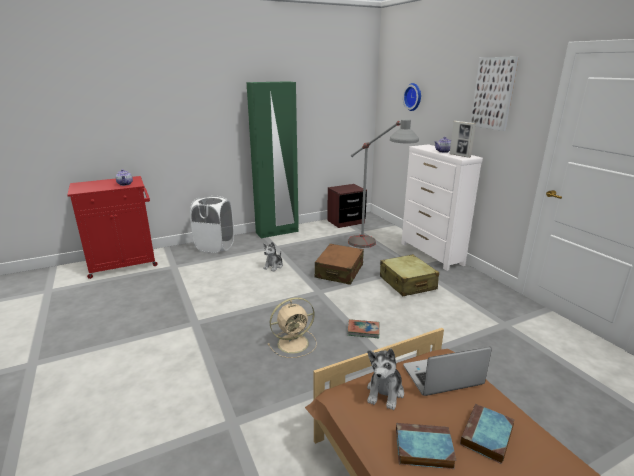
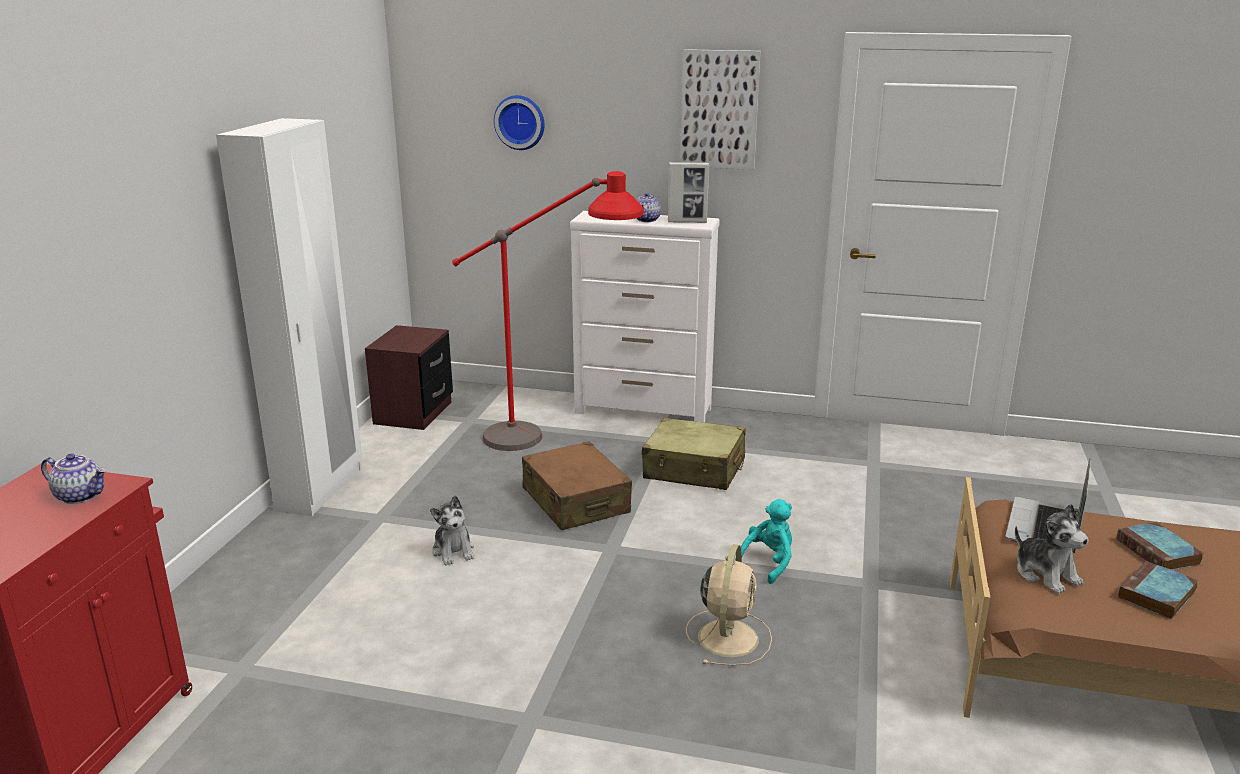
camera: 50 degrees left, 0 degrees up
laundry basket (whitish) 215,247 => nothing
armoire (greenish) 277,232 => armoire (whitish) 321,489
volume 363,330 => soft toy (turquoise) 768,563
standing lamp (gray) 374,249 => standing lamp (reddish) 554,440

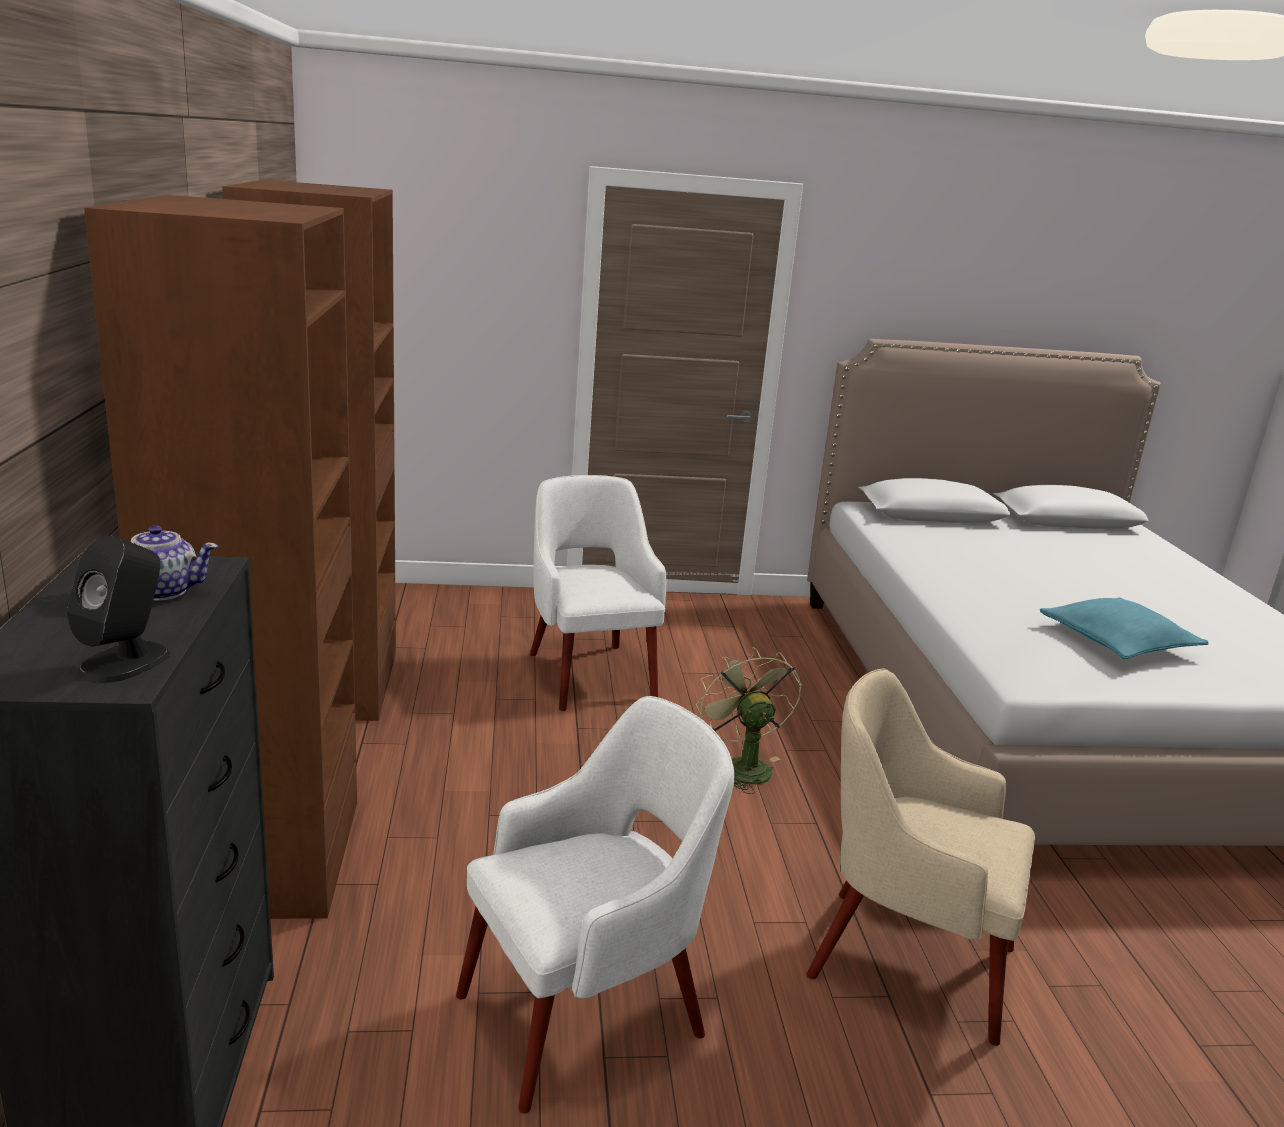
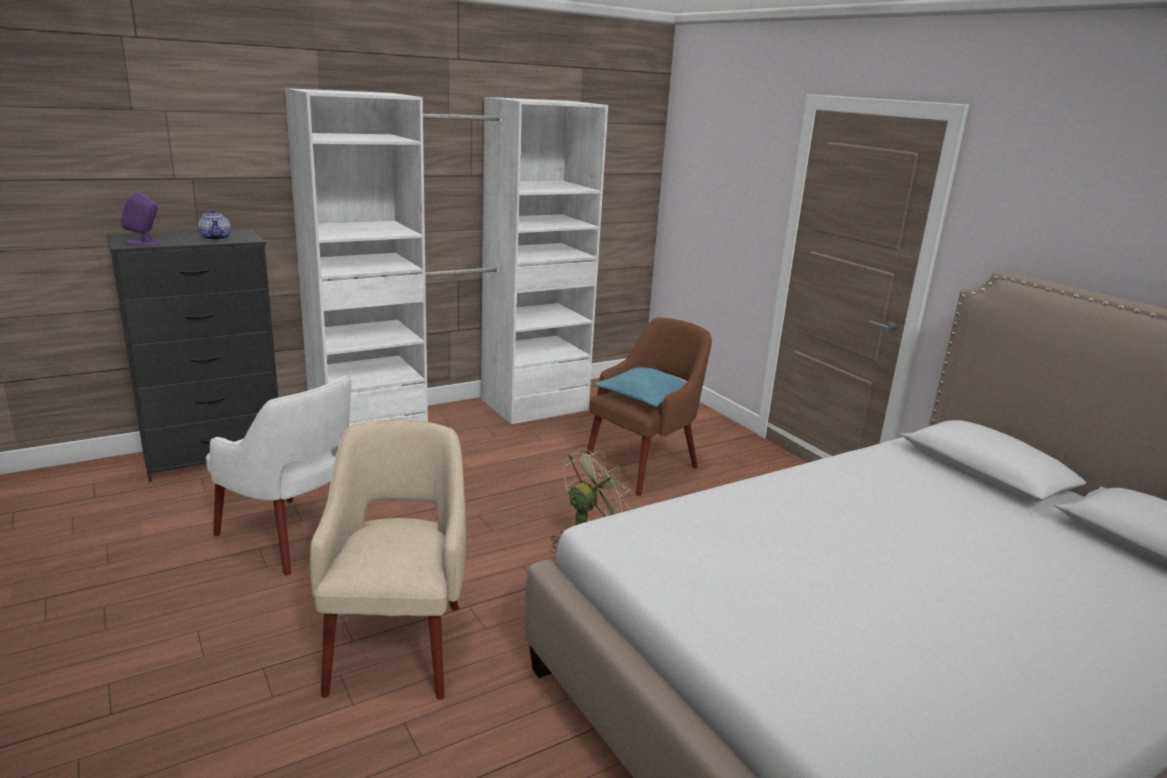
camera: 65 degrees right, 0 degrees up
loudspeaker (blackish) 126,662 => loudspeaker (purplish) 144,243
armoire (brownish) 303,757 => armoire (whitish) 457,417
lounge chair (whitish) 590,674 => lounge chair (brownish) 644,466
throw pillow (turquoise) 1117,642 => throw pillow (turquoise) 644,396, moved

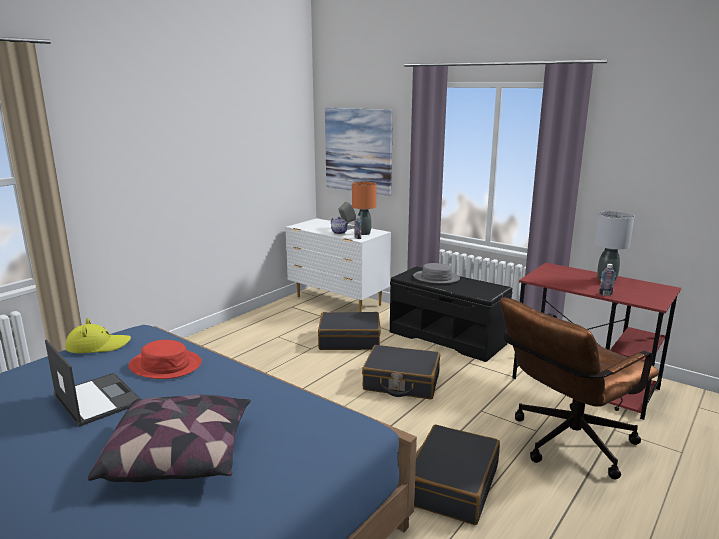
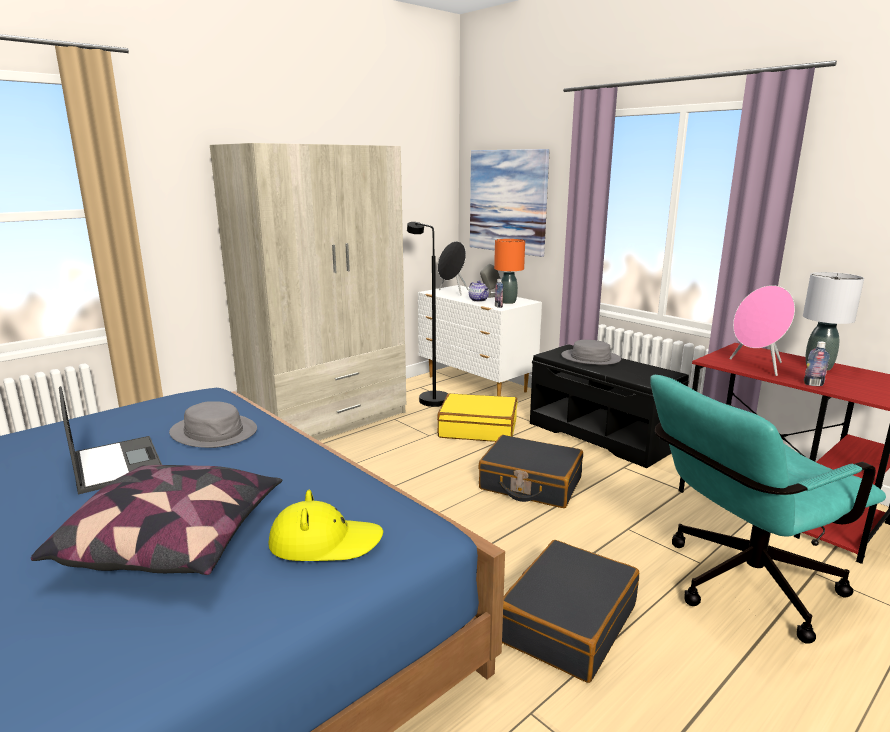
camera: 10 degrees right, 0 degrees up
wearable hat (yellowish) 98,345 => wearable hat (yellowish) 325,542, moved
wearable hat (reddish) 165,365 => wearable hat (gray) 214,432
travel case (blackish) 349,340 => travel case (yellowish) 478,429
desk chair (brownish) 565,444 => desk chair (turquoise) 738,586
nothing => armoire (beige) 327,420
nothing => standing lamp (blackish) 429,398
nothing => loudspeaker (blackish) 453,292
nothing => loudspeaker (pink-coloured) 757,366

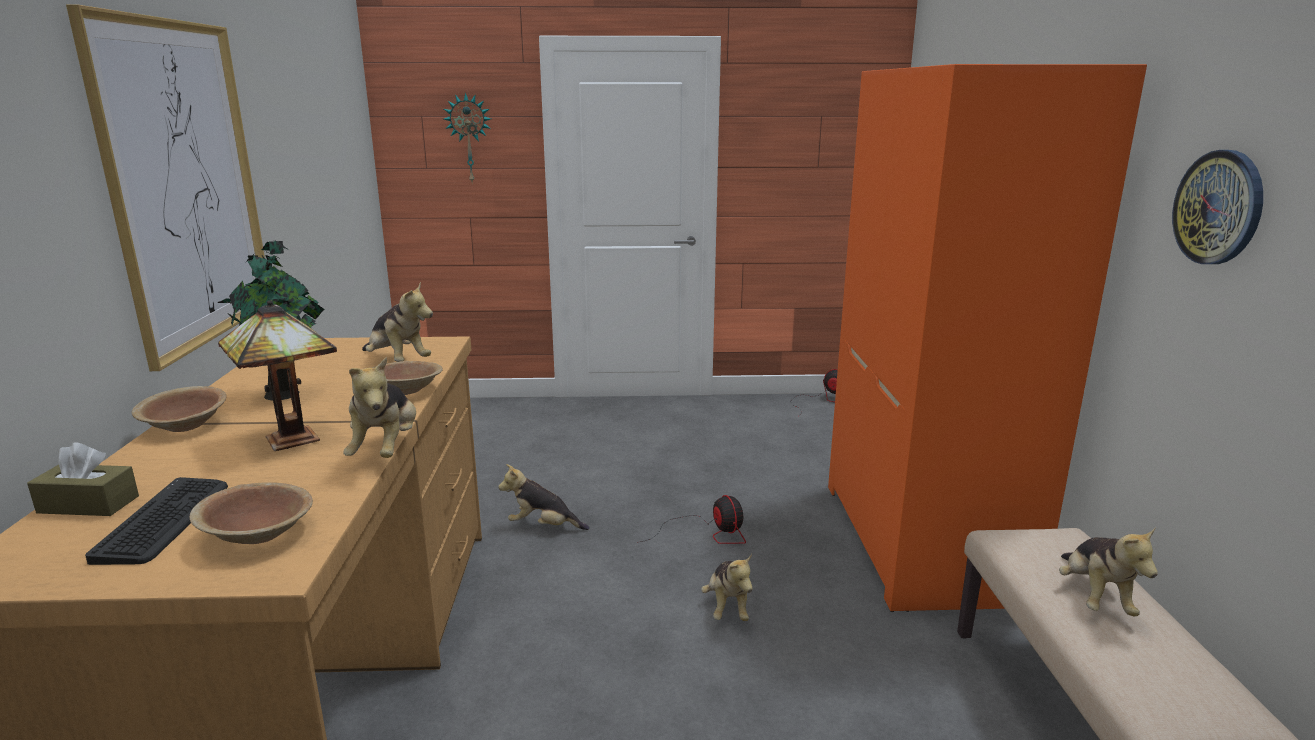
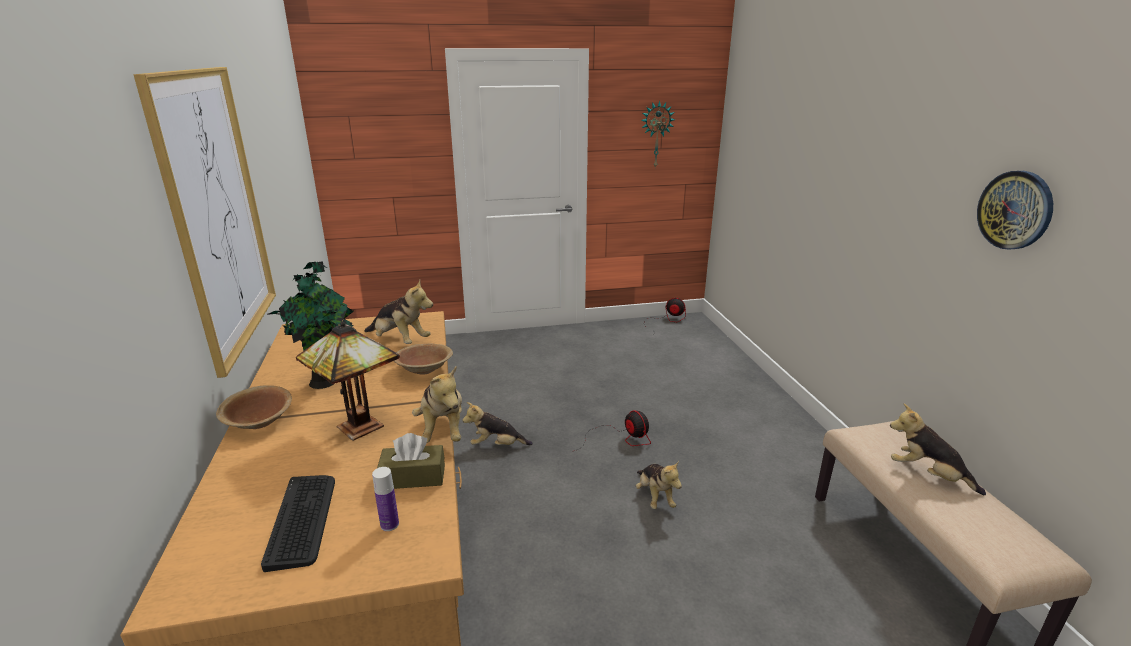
camera: 10 degrees left, 5 degrees up
tissue box (brownish) 88,504 => tissue box (brownish) 413,477, moved
bowl (brownish) 258,535 => beverage bottle 389,524
hanging clock 469,139 => hanging clock 656,134, moved
armoire (orange) 923,542 => nothing
soft toy 1094,597 => soft toy 928,475, 135 degrees clockwise

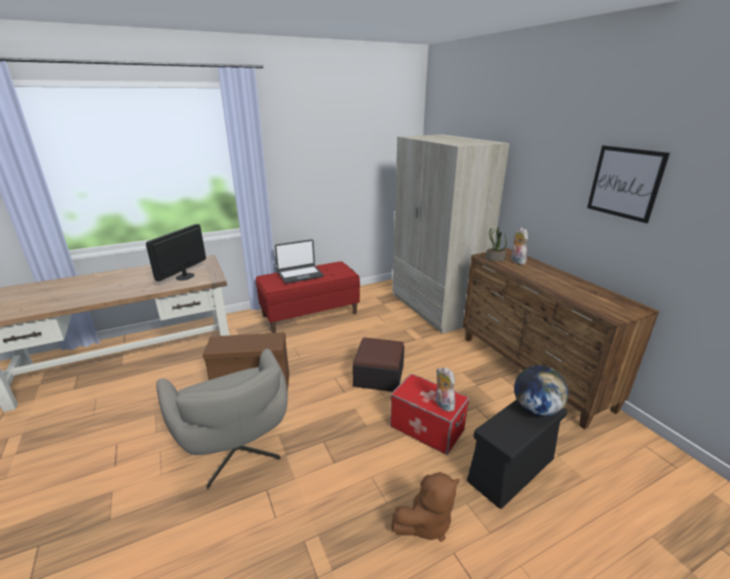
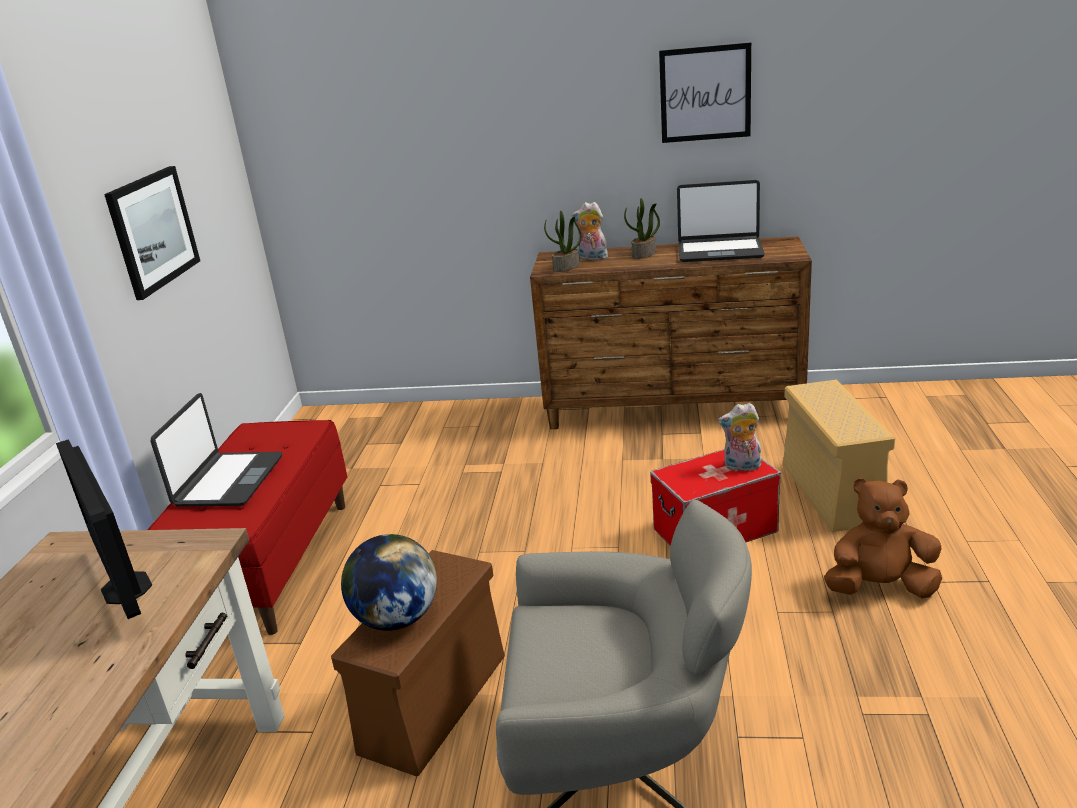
camera: 55 degrees left, 0 degrees up
footrest 379,376 => nothing
soft toy (brownish) 426,522 => soft toy (brownish) 880,587, 90 degrees counterclockwise
armoire (beige) 434,308 => nothing
storage box (blackish) 510,470 => storage box (beige) 833,494
desk globe 536,409 => desk globe 396,619, moved
nothing => picture 153,230
nothing => houseplant 644,254
nothing => laptop 720,251

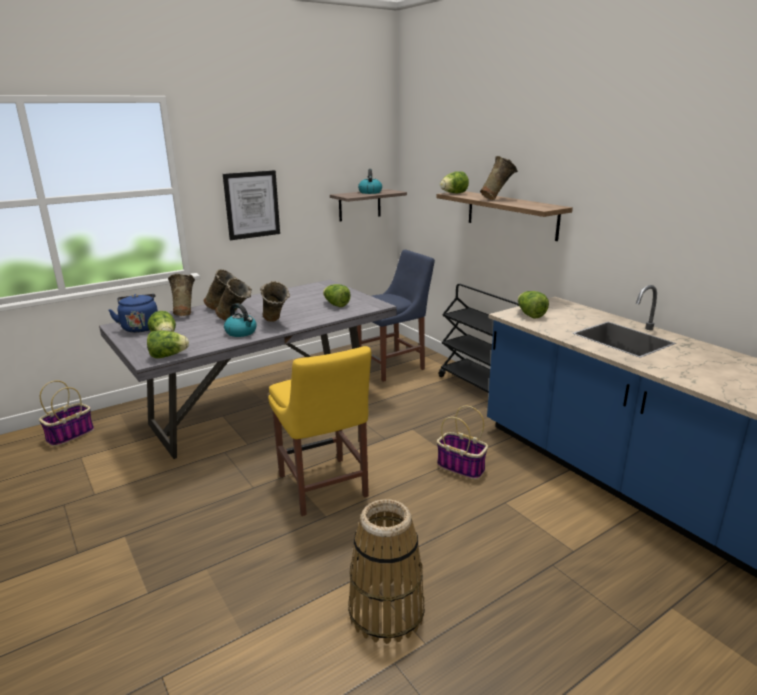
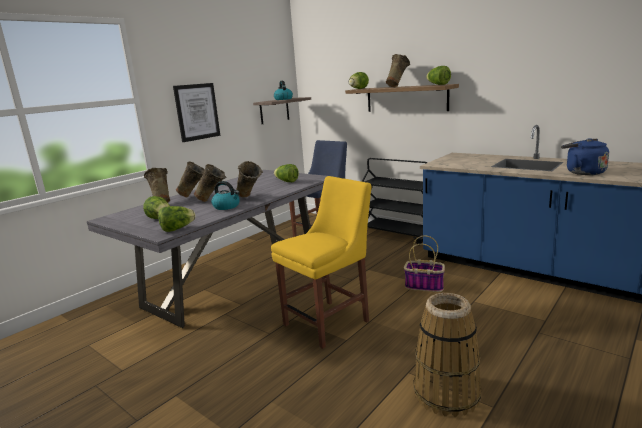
camera: 15 degrees left, 5 degrees down
basket 70,435 => nothing
tea kettle (blue-coloured) 140,327 => tea kettle (blue-coloured) 582,172, moved
plain chair (yellowish) 324,488 => plain chair (yellowish) 330,321, 90 degrees counterclockwise
lettuce head 530,315 => lettuce head 438,84, moved

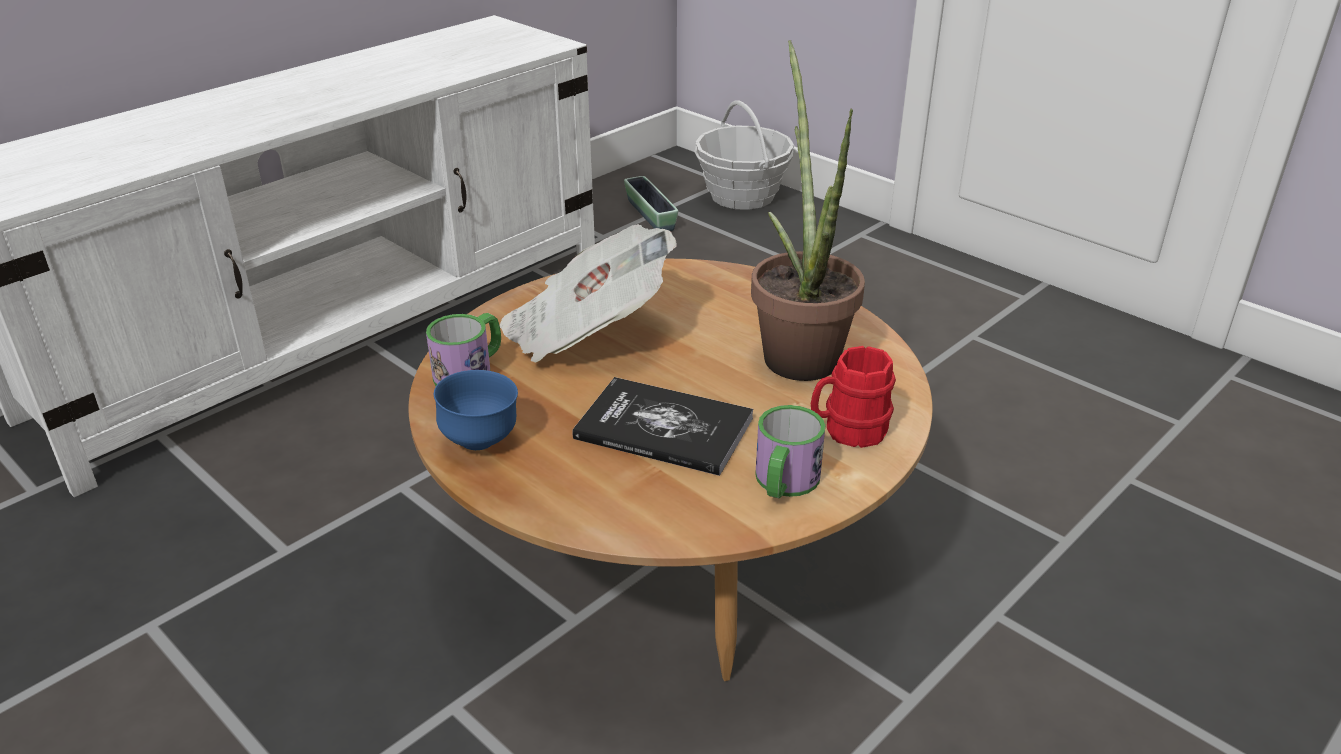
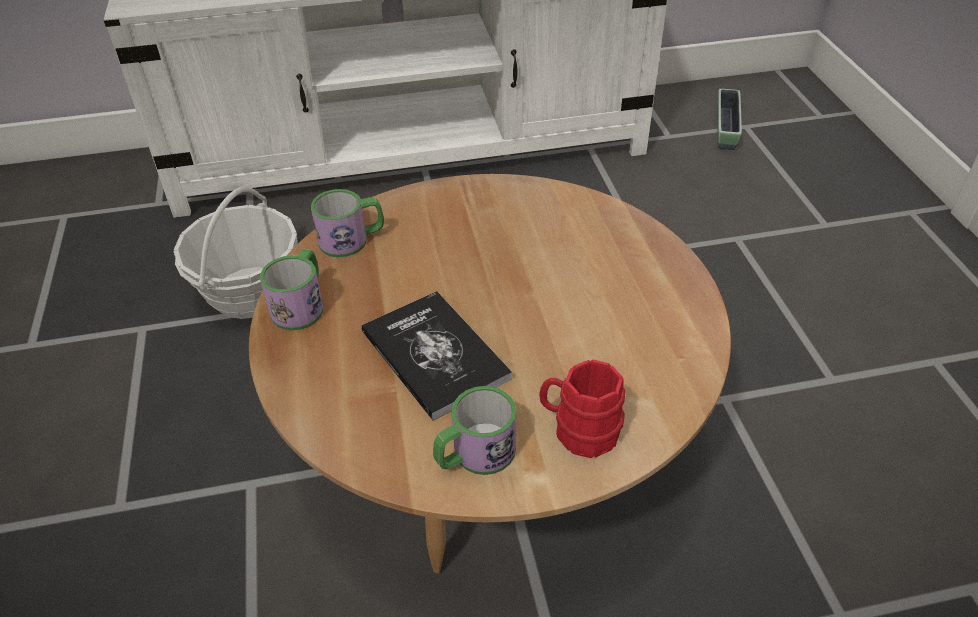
camera: 35 degrees right, 10 degrees up
bowl (blue-coloured) 481,441 => coffee mug 301,304
printed paper 586,331 => nothing
basket 742,196 => basket 250,292, moved
houseplant 797,350 => nothing

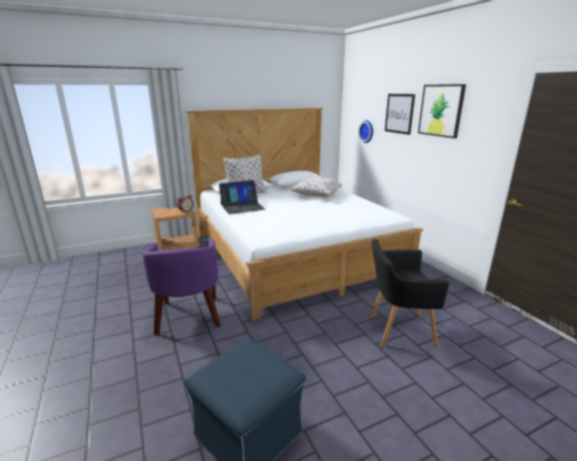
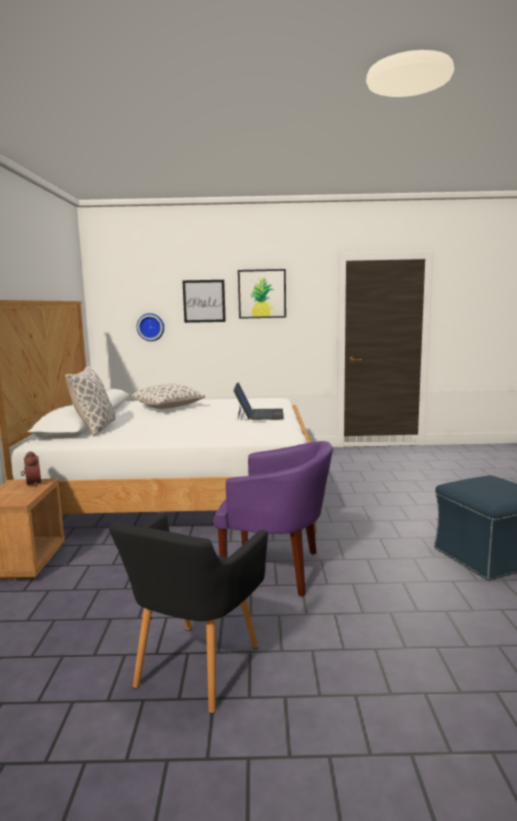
camera: 65 degrees left, 10 degrees down
laptop 242,206 => laptop 259,414, moved
lounge chair (blackish) 397,330 => lounge chair (blackish) 194,669, moved

